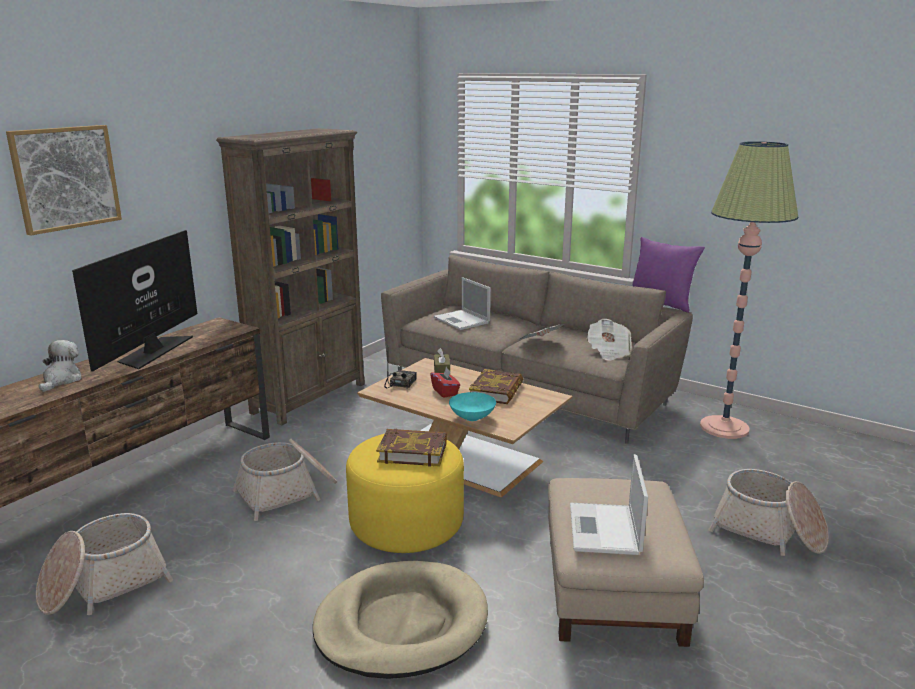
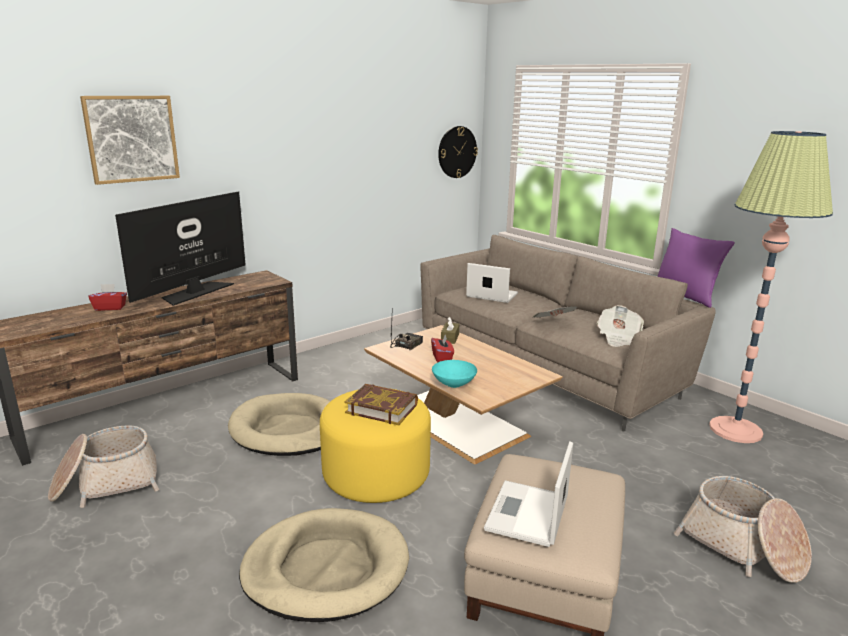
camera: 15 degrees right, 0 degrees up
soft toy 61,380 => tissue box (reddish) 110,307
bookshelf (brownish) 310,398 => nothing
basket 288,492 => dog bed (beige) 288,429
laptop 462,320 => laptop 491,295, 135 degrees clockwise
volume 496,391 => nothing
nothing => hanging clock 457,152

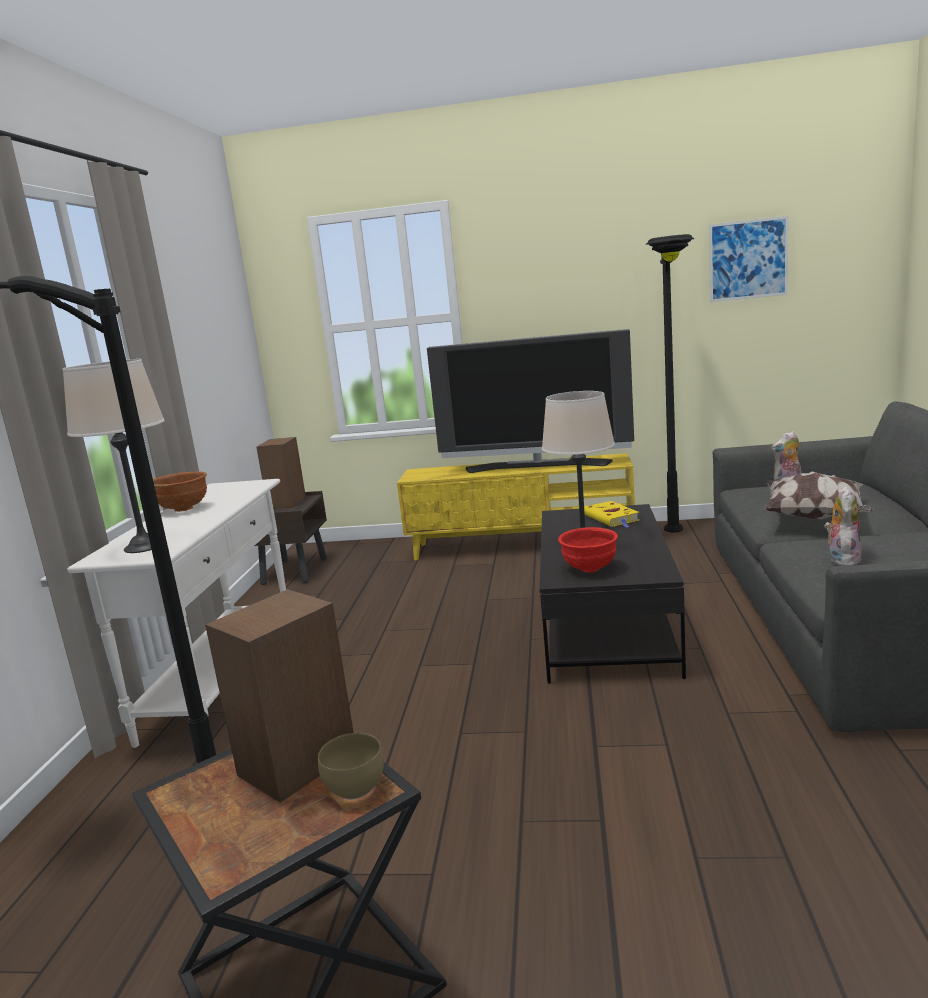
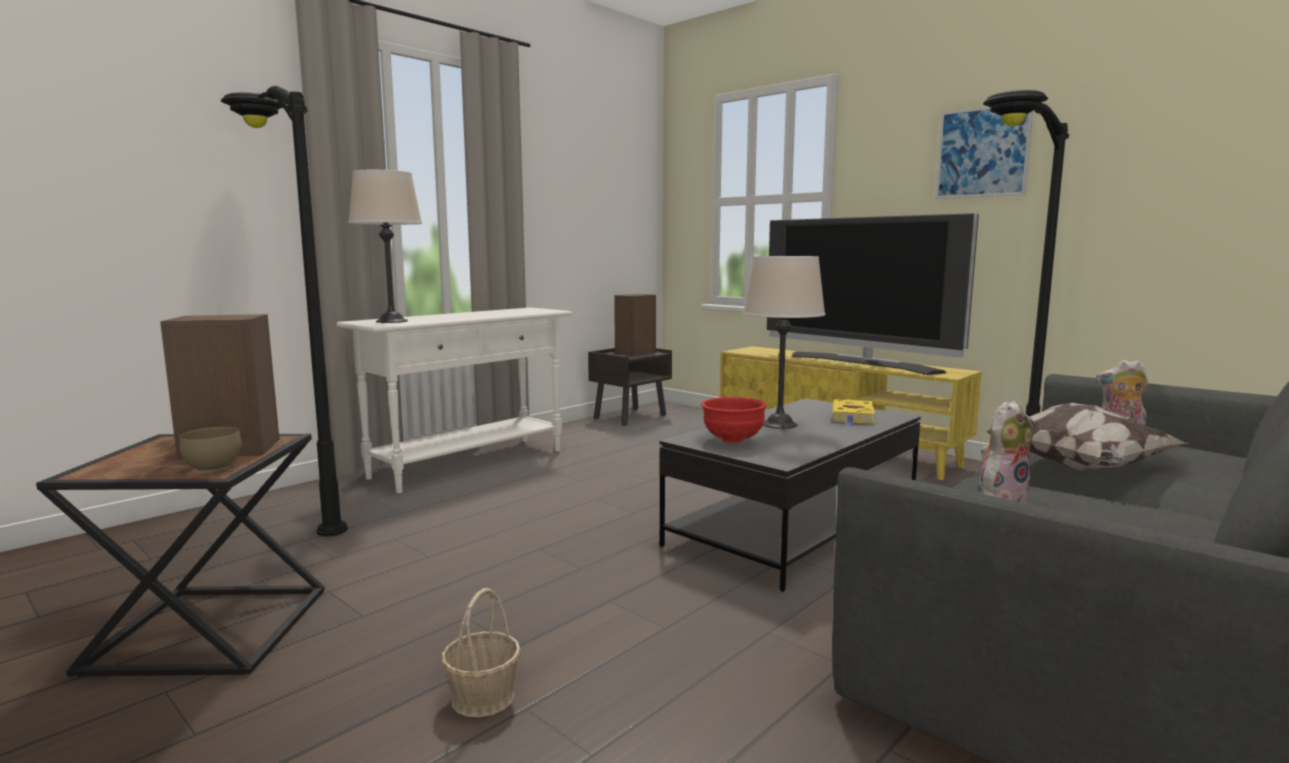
camera: 35 degrees right, 5 degrees down
bowl (brownish) 184,509 => nothing
picture 748,259 => picture 982,152, moved
nothing => basket 482,697

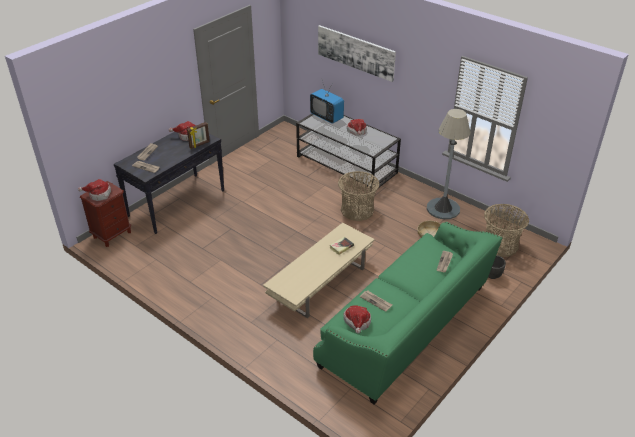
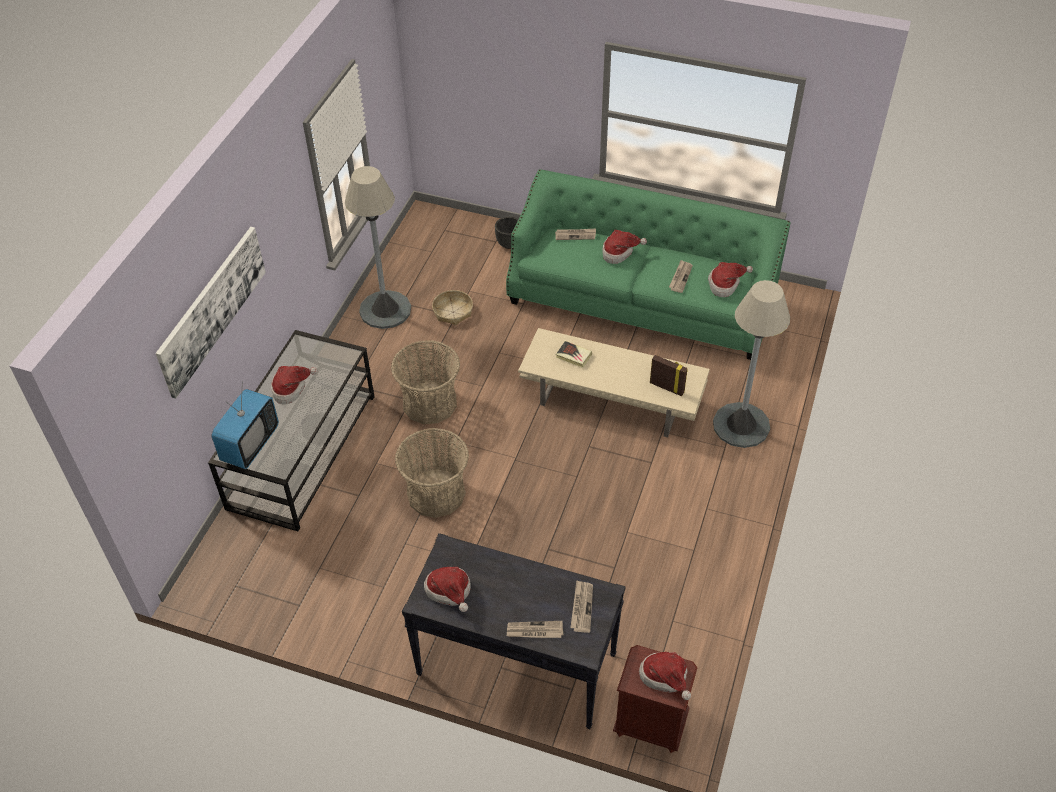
camera: 110 degrees left, 10 degrees up
photo frame 199,144 => photo frame 667,387, moved
basket 500,245 => basket 436,493, moved
nothing => wearable hat 619,252
nothing => standing lamp (gray) 741,425

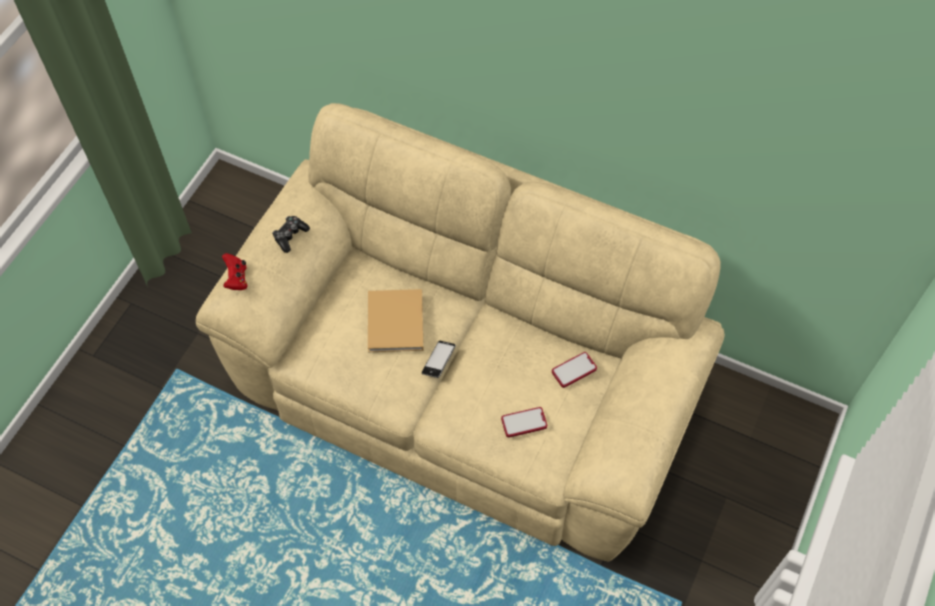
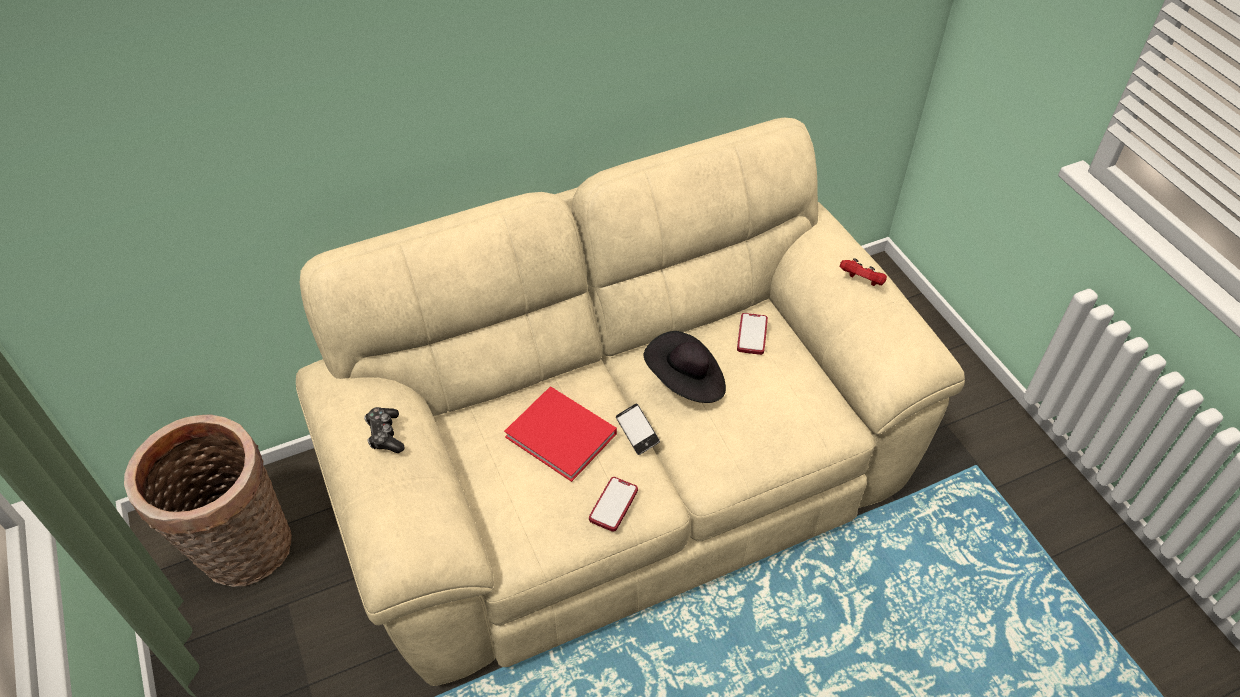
camera: 50 degrees left, 10 degrees down
game controller (reddish) 236,279 => game controller (reddish) 861,282, moved
volume (beige) 395,324 => volume (reddish) 563,437
handset 524,423 => handset 613,505, moved
nothing => basket 242,553
nothing => wearable hat (blackish) 686,382

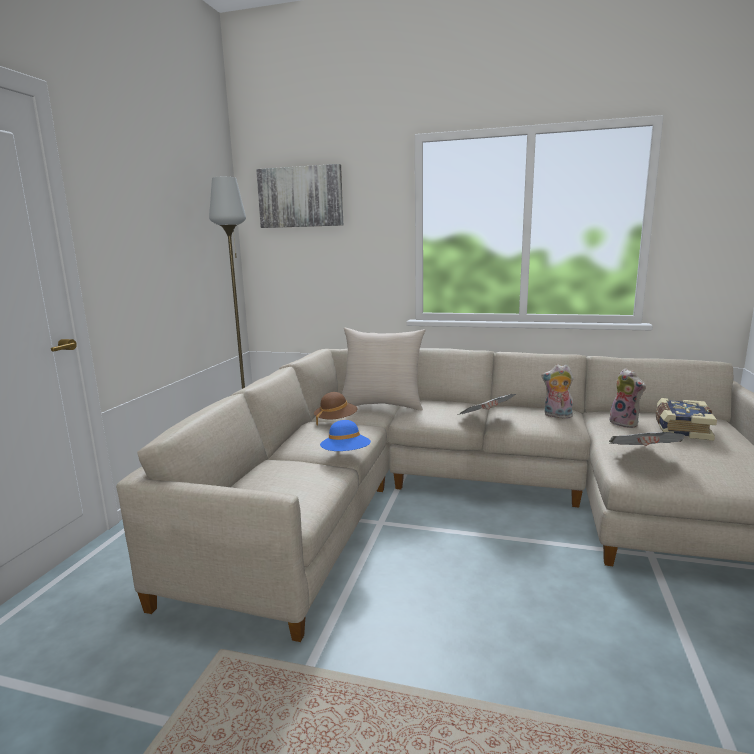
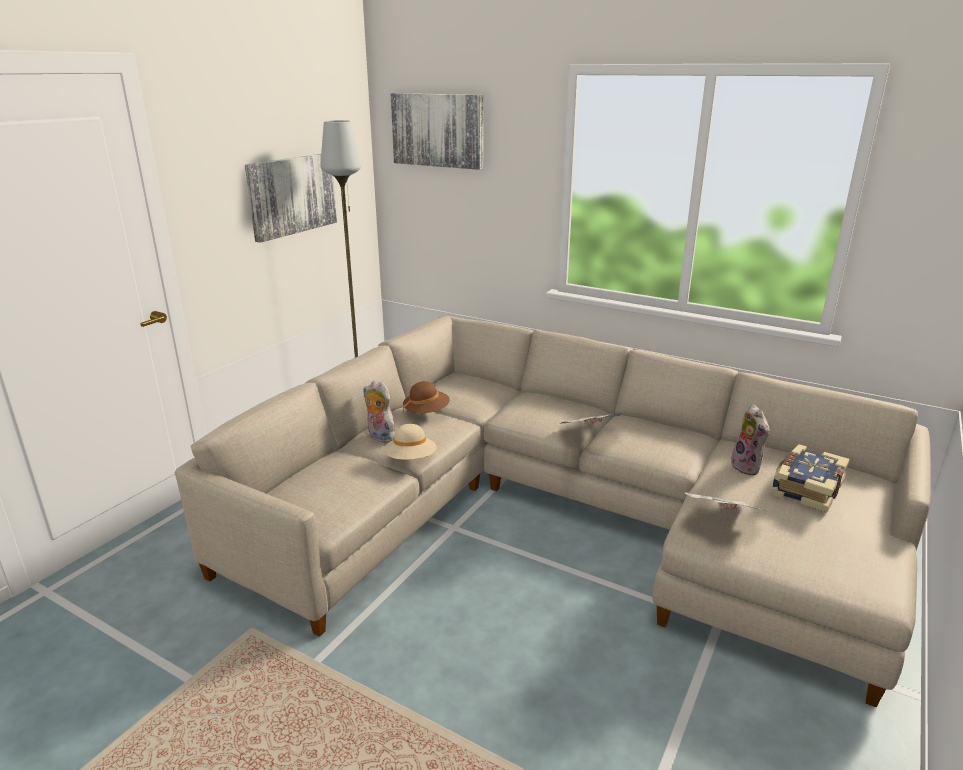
camera: 15 degrees right, 10 degrees up
wearable hat (blue-coloured) 346,455 => wearable hat (beige) 411,459
throw pillow (beige) 382,405 => nothing
soft toy 557,416 => soft toy 379,437, moved
nothing => picture 292,195

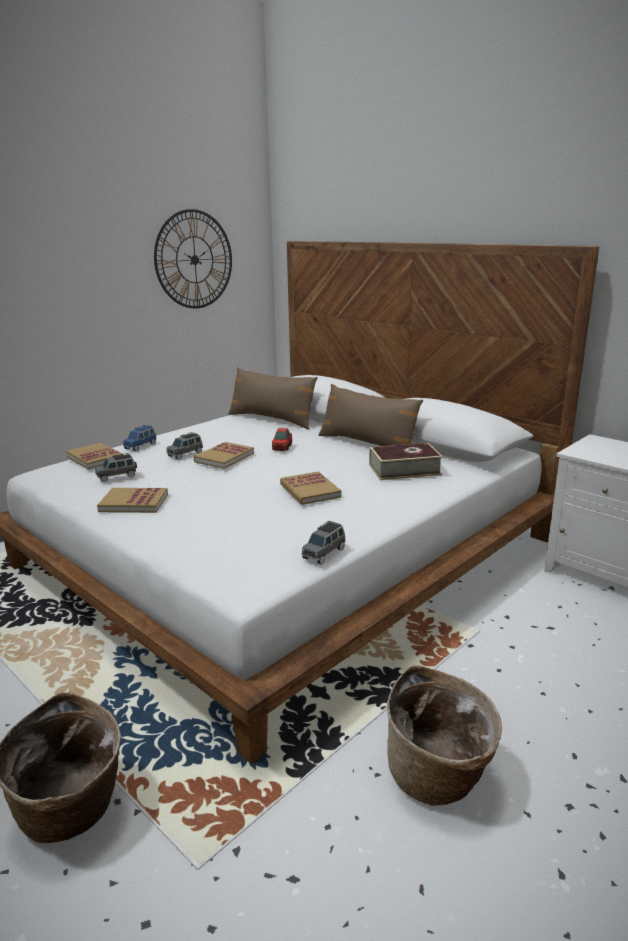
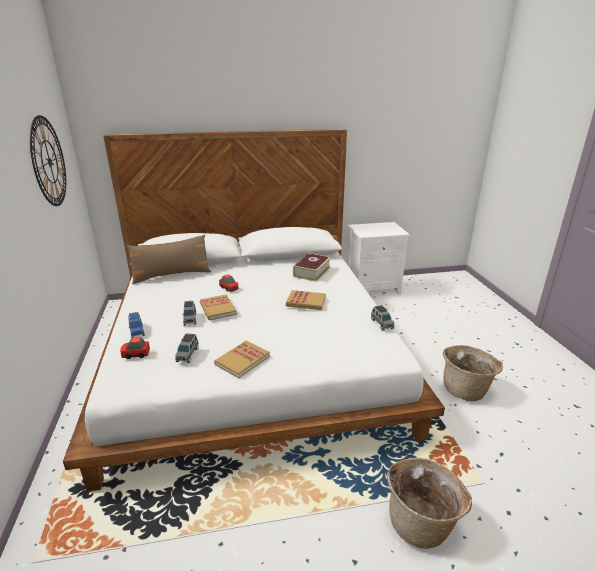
camera: 55 degrees left, 5 degrees up
volume 95,458 => miniature car 135,354
throw pillow (brownish) 367,444 => nothing

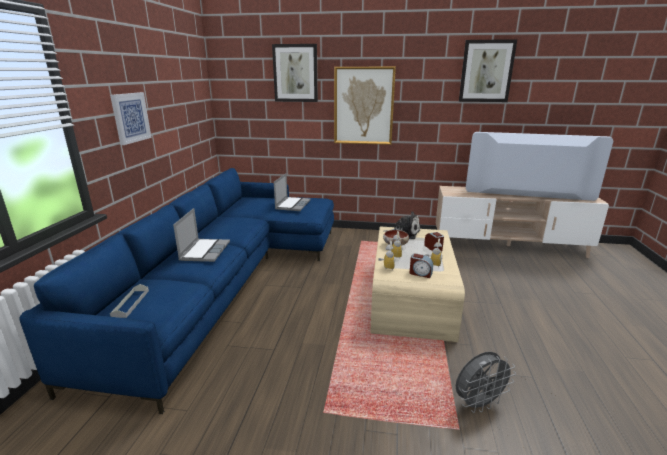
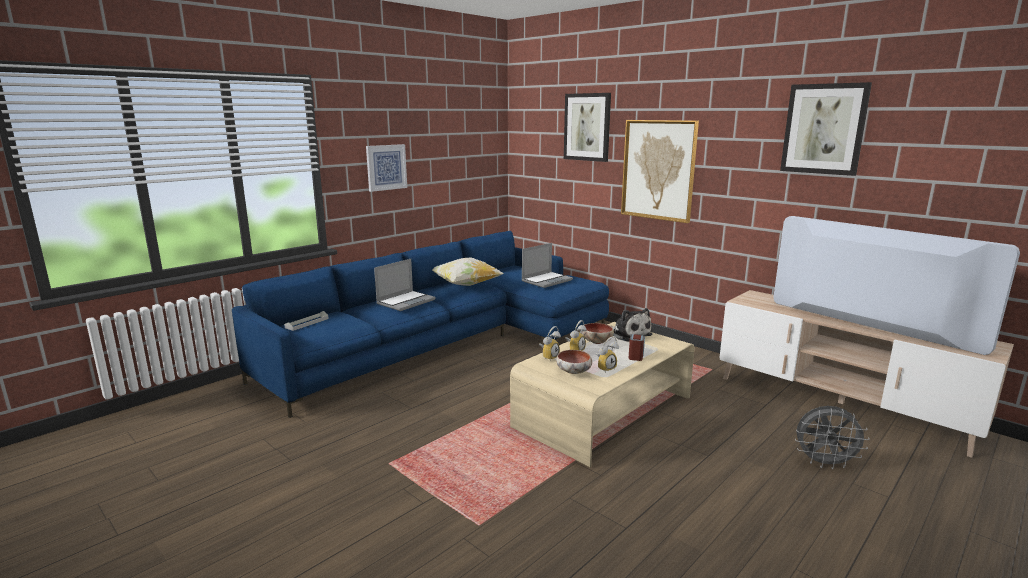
camera: 35 degrees right, 5 degrees down
bedside clock 420,273 => bowl 574,372
fan (gray) 478,404 => fan (gray) 824,463, moved
nothing => throw pillow 466,285

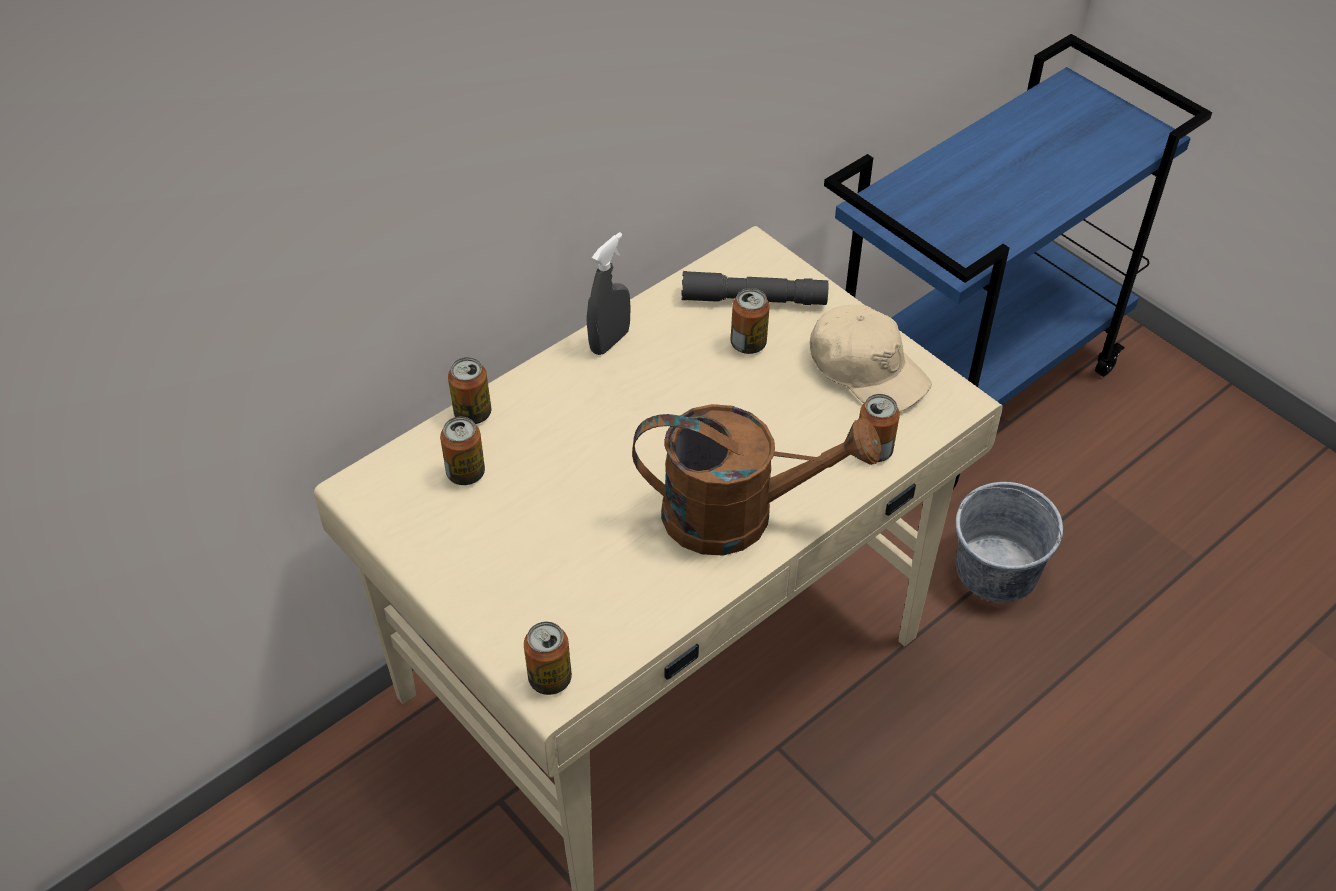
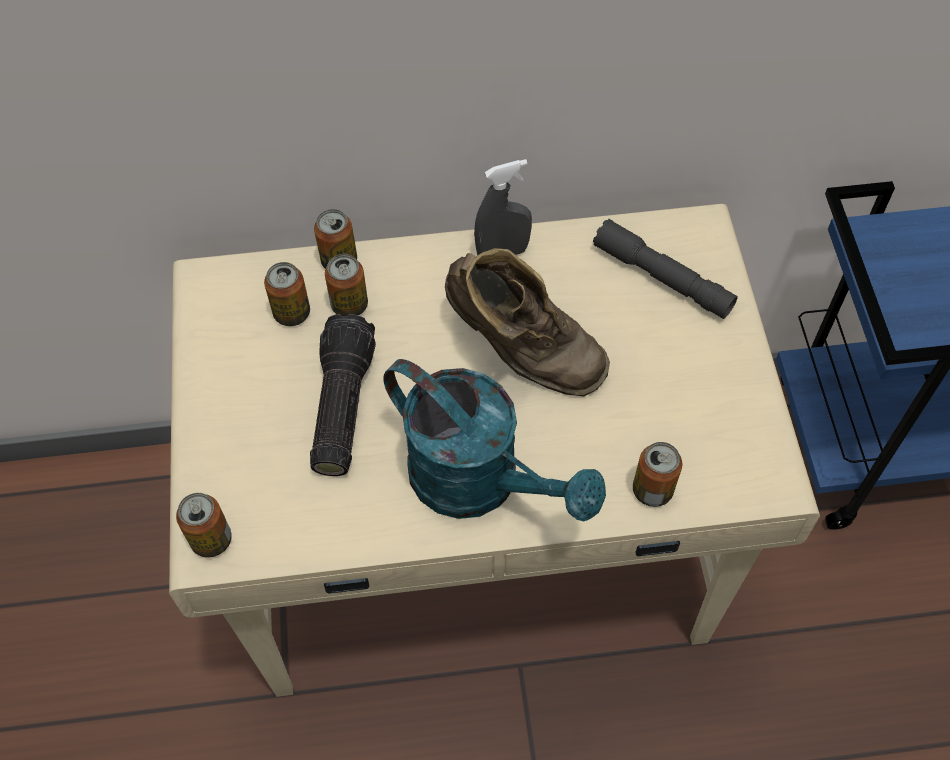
camera: 35 degrees right, 10 degrees up
watering pot (brownish) 738,515 => watering pot (turquoise) 481,482
metal can 748,344 => metal can 349,305, moved
baseball cap (beige) 867,370 => nothing
bucket (gray) 997,570 => nothing
nothing => flashlight 340,405
nothing => high-top boot (brownish) 522,353

